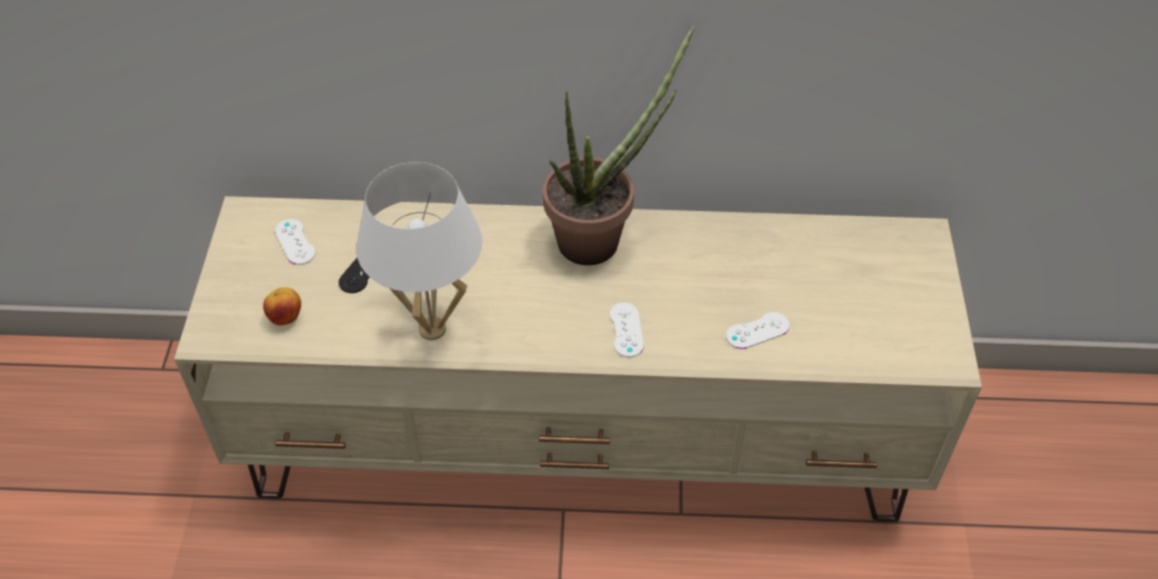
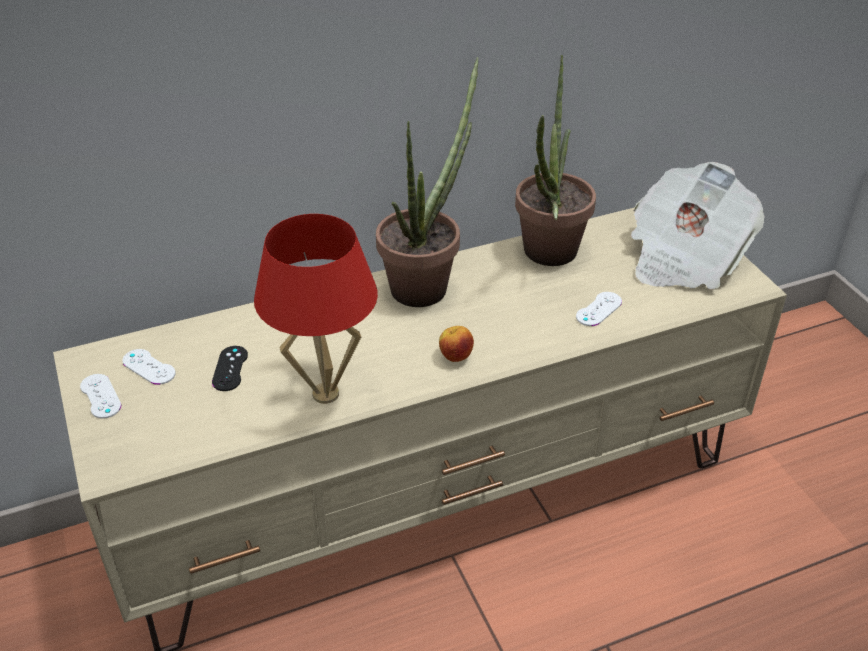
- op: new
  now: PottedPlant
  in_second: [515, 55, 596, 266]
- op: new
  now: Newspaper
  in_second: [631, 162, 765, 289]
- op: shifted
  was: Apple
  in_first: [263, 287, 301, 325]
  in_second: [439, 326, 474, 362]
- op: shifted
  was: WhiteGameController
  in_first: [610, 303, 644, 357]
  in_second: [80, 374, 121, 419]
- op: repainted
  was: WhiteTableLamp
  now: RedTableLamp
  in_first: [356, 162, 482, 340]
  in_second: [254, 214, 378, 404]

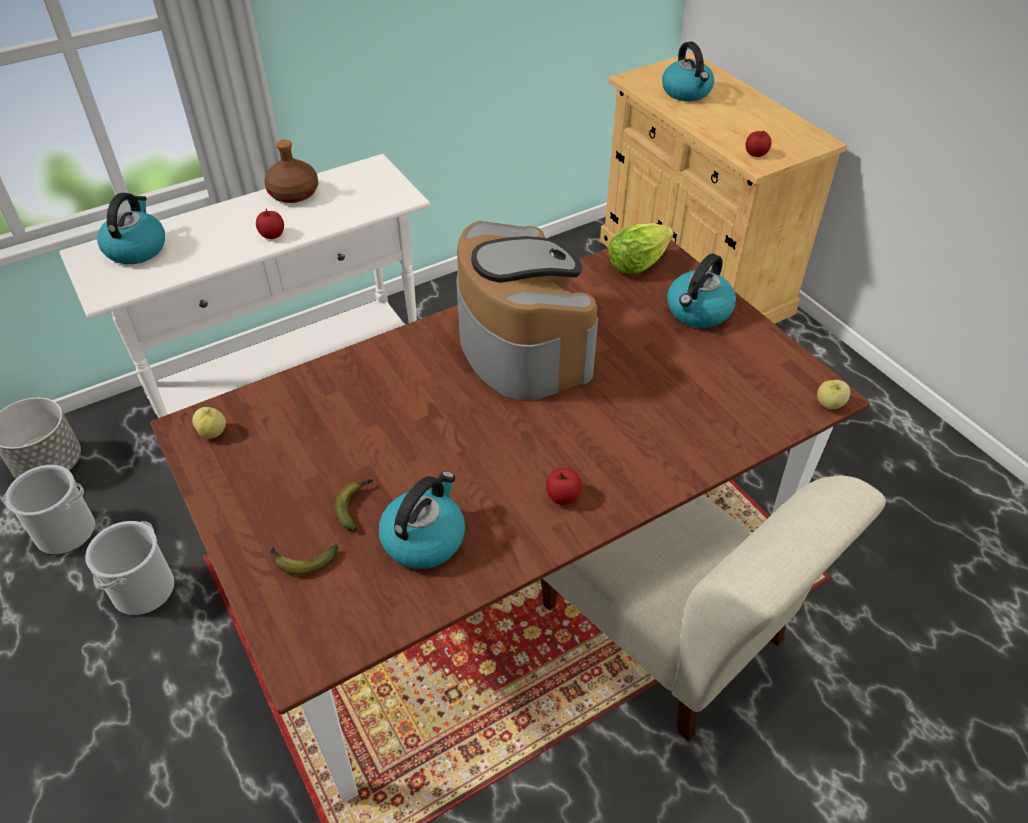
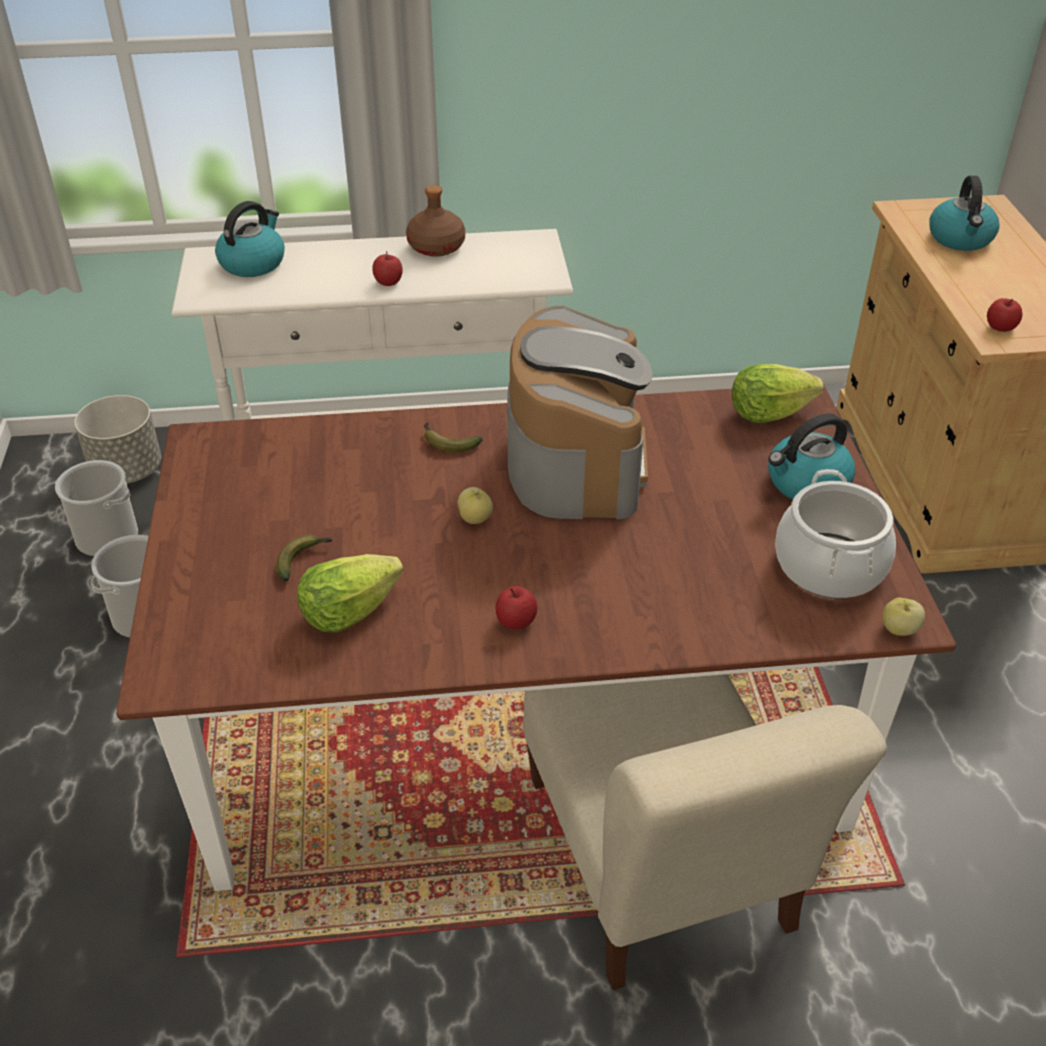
- op: new
  now: CookingPot
  in_second: [775, 469, 896, 598]
- op: shifted
  was: Apple
  in_first: [192, 407, 226, 439]
  in_second: [458, 487, 493, 524]
- op: shifted
  was: Banana
  in_first: [270, 545, 338, 575]
  in_second: [424, 423, 483, 452]
- op: swapped
  was: Kettle
  now: Lettuce
  in_first: [379, 471, 465, 569]
  in_second: [297, 554, 404, 633]

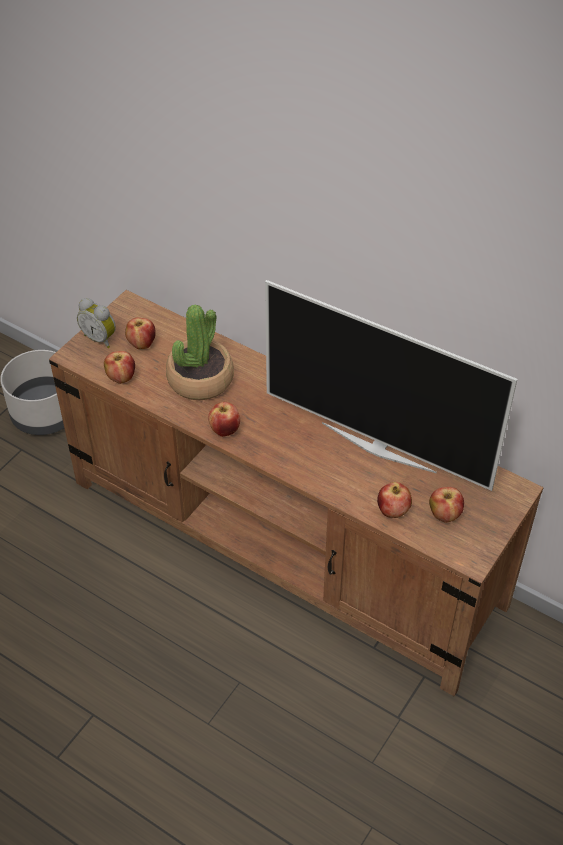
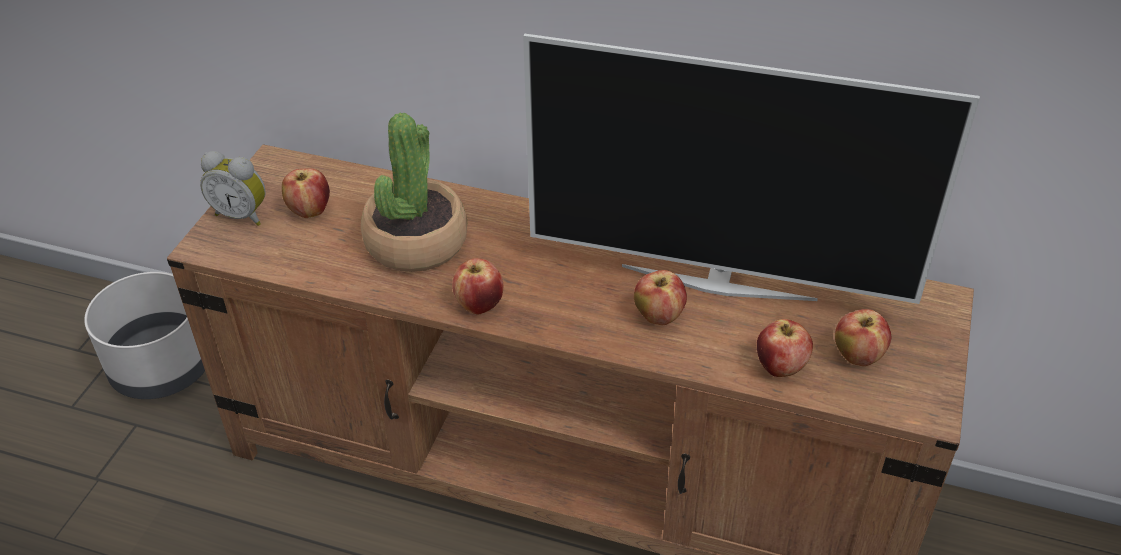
- op: shifted
  was: Apple
  in_first: [104, 351, 135, 384]
  in_second: [634, 270, 687, 325]

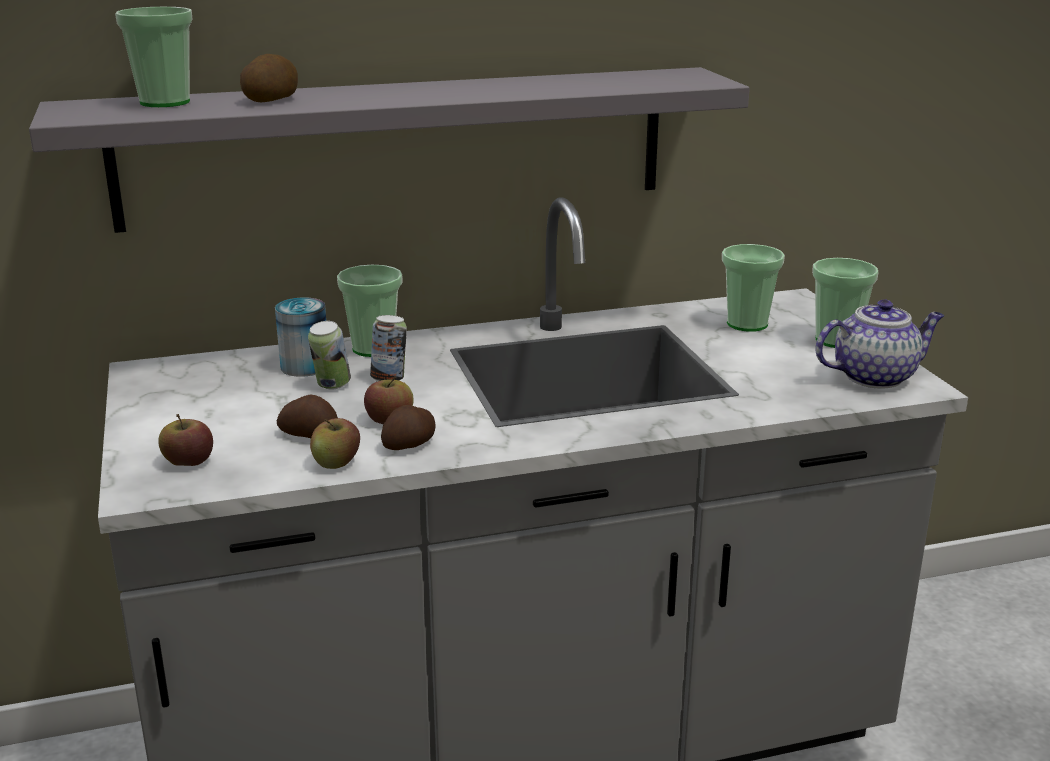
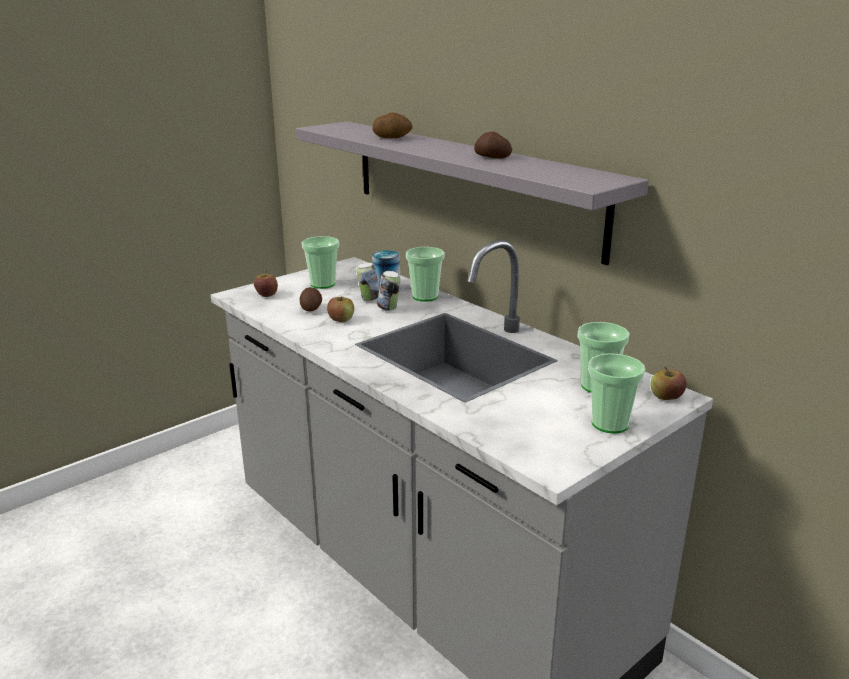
- op: gone
  was: Teapot
  in_first: [815, 299, 944, 389]
- op: shifted
  was: Cup
  in_first: [115, 7, 192, 107]
  in_second: [302, 236, 339, 289]
- op: shifted
  was: Apple
  in_first: [310, 418, 360, 469]
  in_second: [650, 367, 686, 400]
- op: shifted
  was: Potato
  in_first: [381, 405, 436, 450]
  in_second: [474, 132, 512, 159]

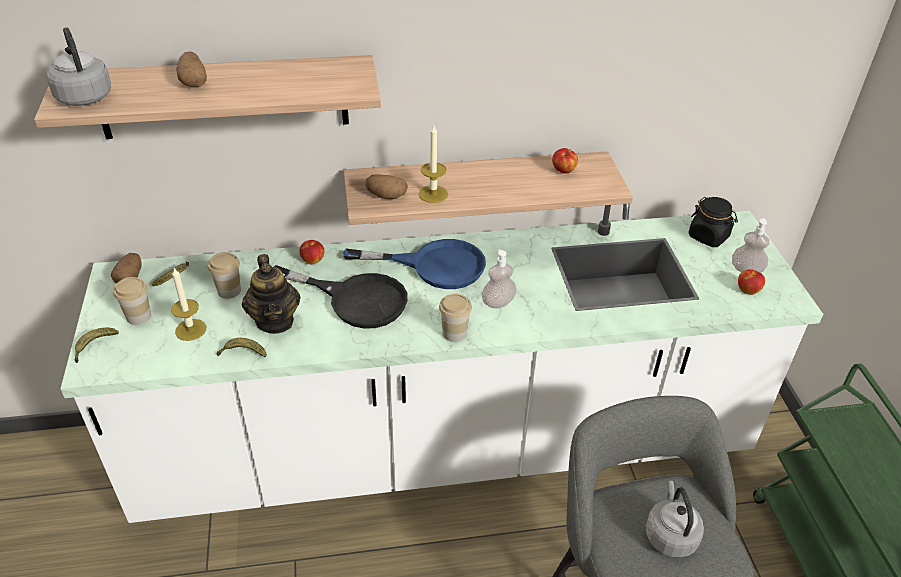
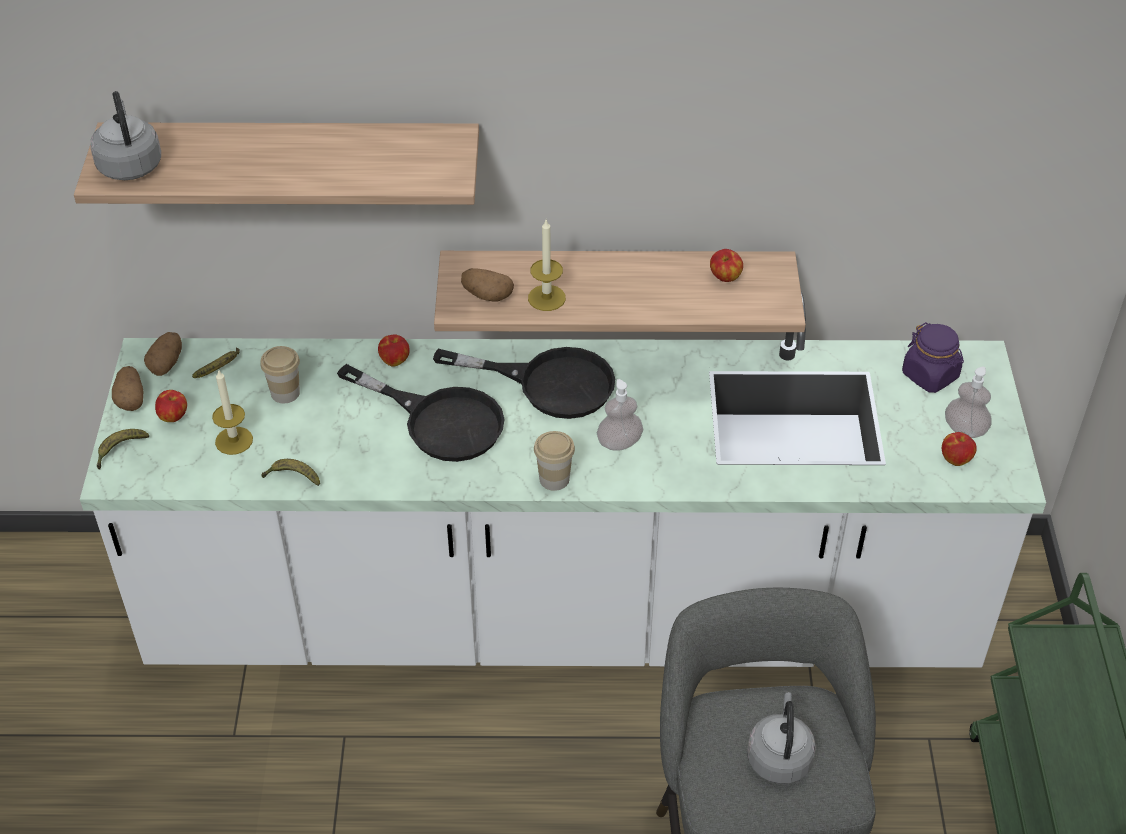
- op: gone
  was: Teapot
  in_first: [242, 254, 301, 334]
- op: shifted
  was: Potato
  in_first: [176, 51, 207, 87]
  in_second: [112, 366, 143, 411]
- op: swapped
  was: Cup
  now: Apple
  in_first: [113, 277, 151, 325]
  in_second: [155, 390, 187, 422]
- op: repainted
  was: BlueFryingPan
  now: BlackFryingPan
  in_first: [343, 239, 486, 289]
  in_second: [433, 347, 615, 419]
- op: repainted
  was: BlackJar
  now: PurpleJar
  in_first: [688, 197, 738, 247]
  in_second: [902, 322, 964, 393]

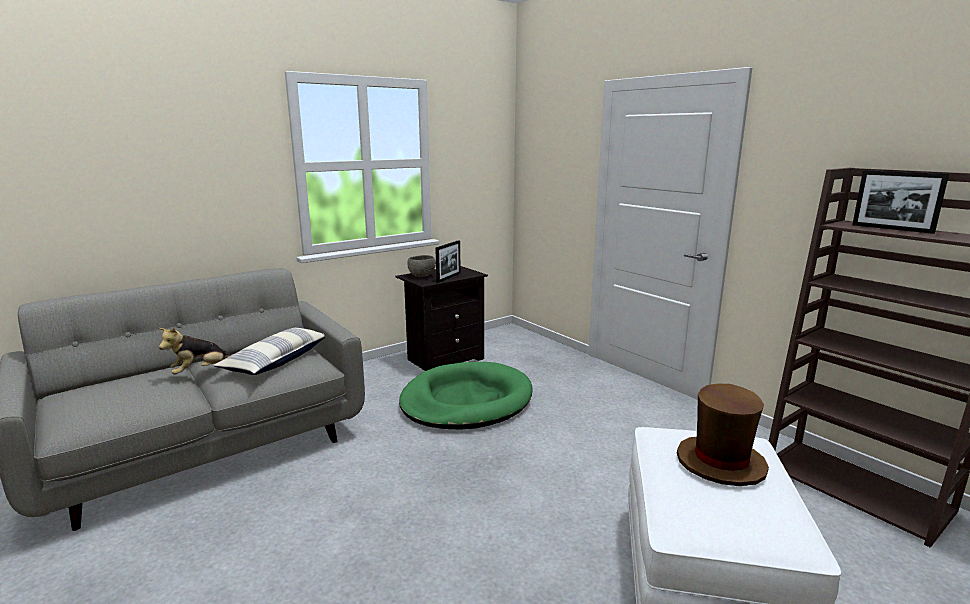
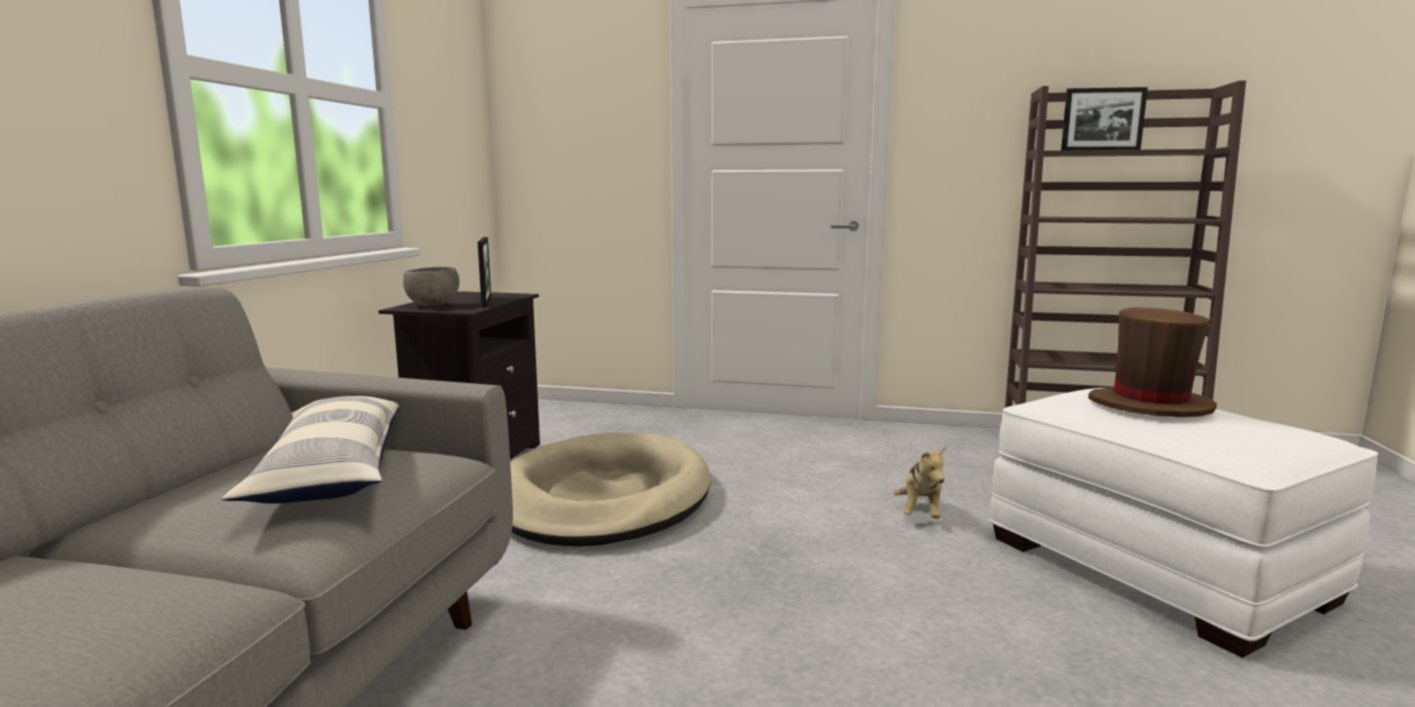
- op: shifted
  was: PlushToy
  in_first: [159, 327, 231, 375]
  in_second: [893, 446, 946, 519]
- op: repainted
  was: GreenDogBed
  now: BeigeDogBed
  in_first: [399, 362, 533, 430]
  in_second: [510, 433, 711, 547]

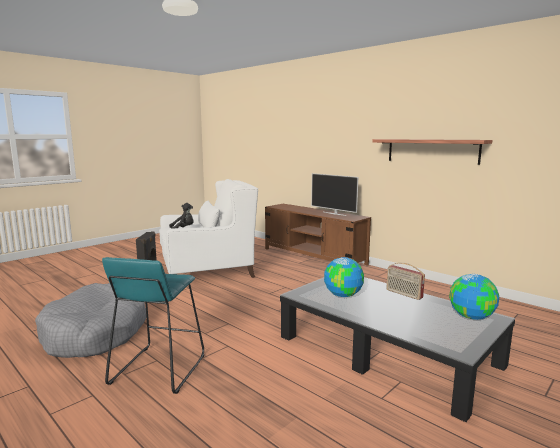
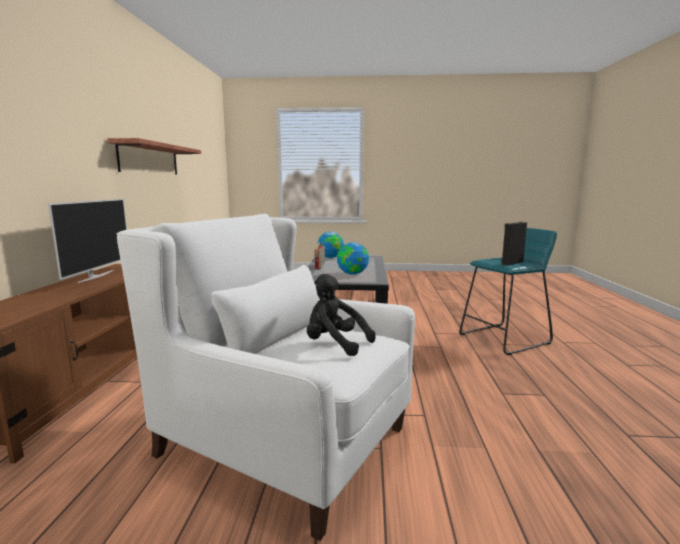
- op: gone
  was: GreyDogBed
  in_first: [35, 283, 146, 358]

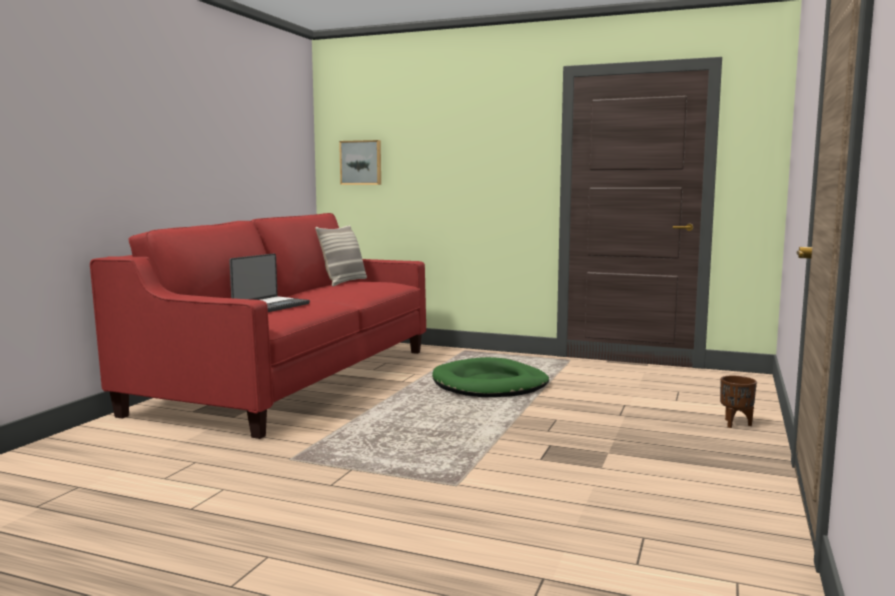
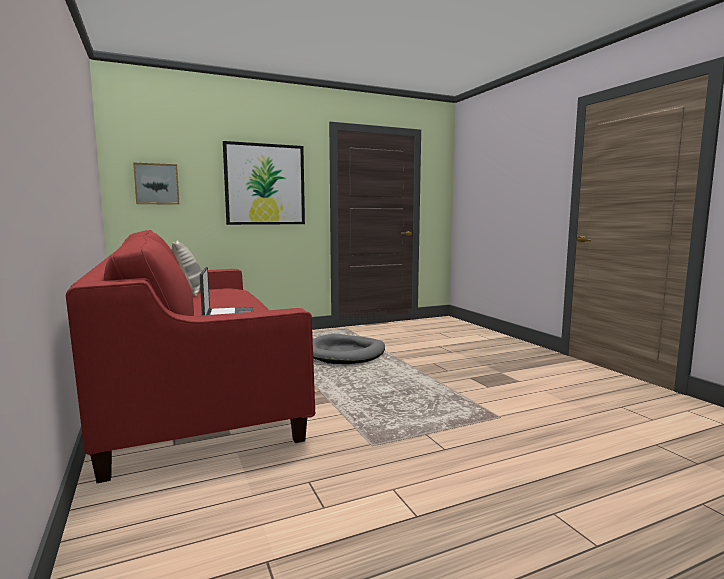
- op: gone
  was: BrownPlanter
  in_first: [720, 376, 757, 428]
- op: new
  now: Picture
  in_second: [223, 141, 305, 225]
- op: repainted
  was: GreenDogBed
  now: GreyDogBed
  in_first: [432, 357, 549, 397]
  in_second: [313, 334, 385, 364]

